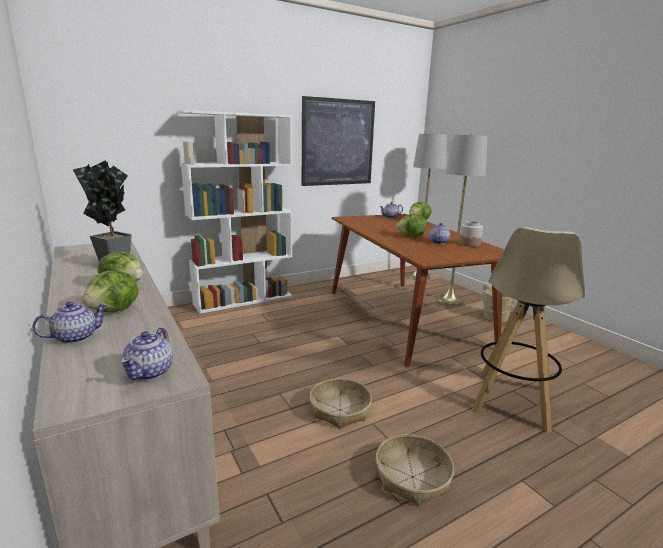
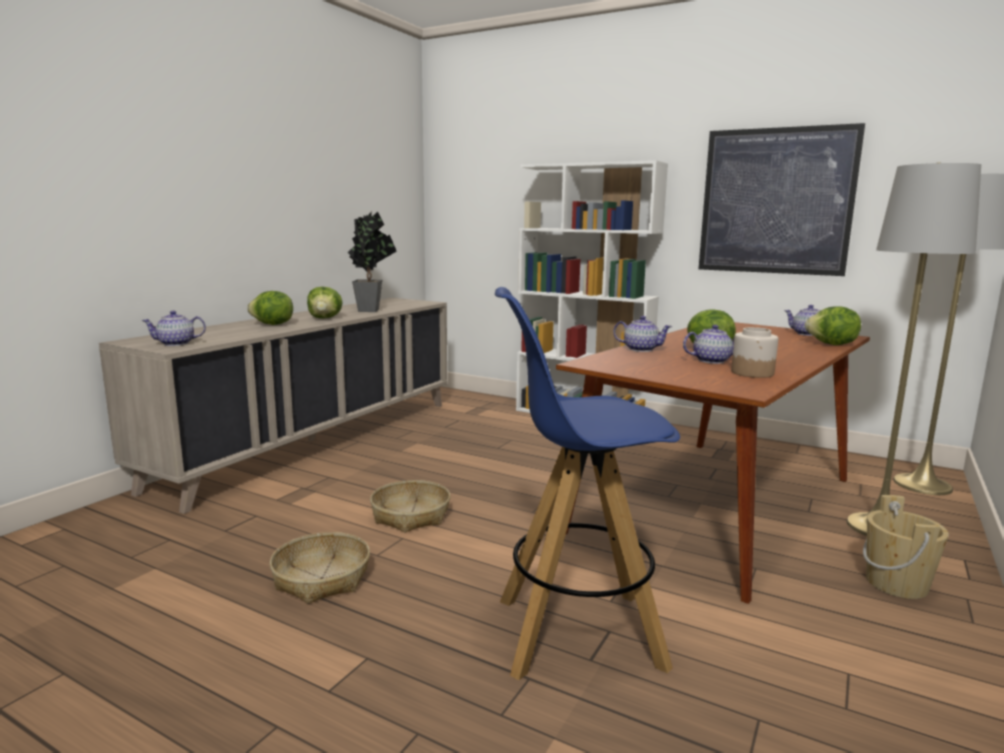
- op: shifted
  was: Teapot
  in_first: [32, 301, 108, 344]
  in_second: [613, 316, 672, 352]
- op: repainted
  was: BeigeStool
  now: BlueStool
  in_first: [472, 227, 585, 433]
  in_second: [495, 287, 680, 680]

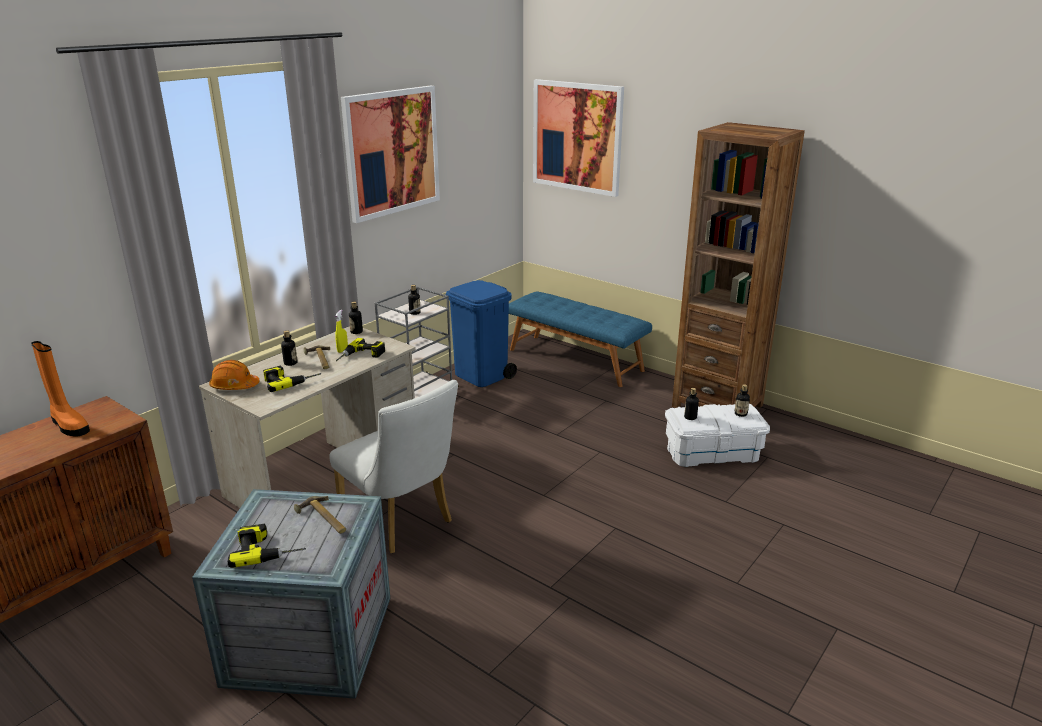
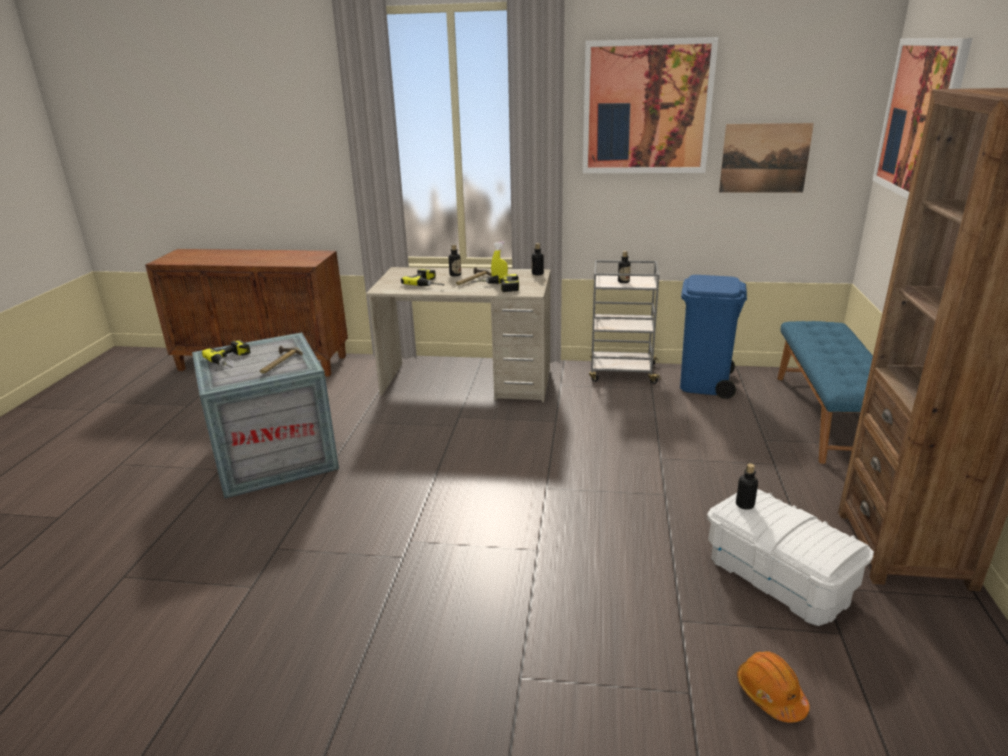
- op: gone
  was: OrangeBoot
  in_first: [31, 341, 90, 437]
- op: gone
  was: WhiteChair
  in_first: [329, 380, 458, 553]
- op: gone
  was: Bottle
  in_first: [735, 384, 750, 417]
- op: new
  now: Picture
  in_second: [719, 123, 814, 192]
- op: shifted
  was: OrangeHardHat
  in_first: [209, 360, 260, 390]
  in_second: [737, 651, 810, 722]

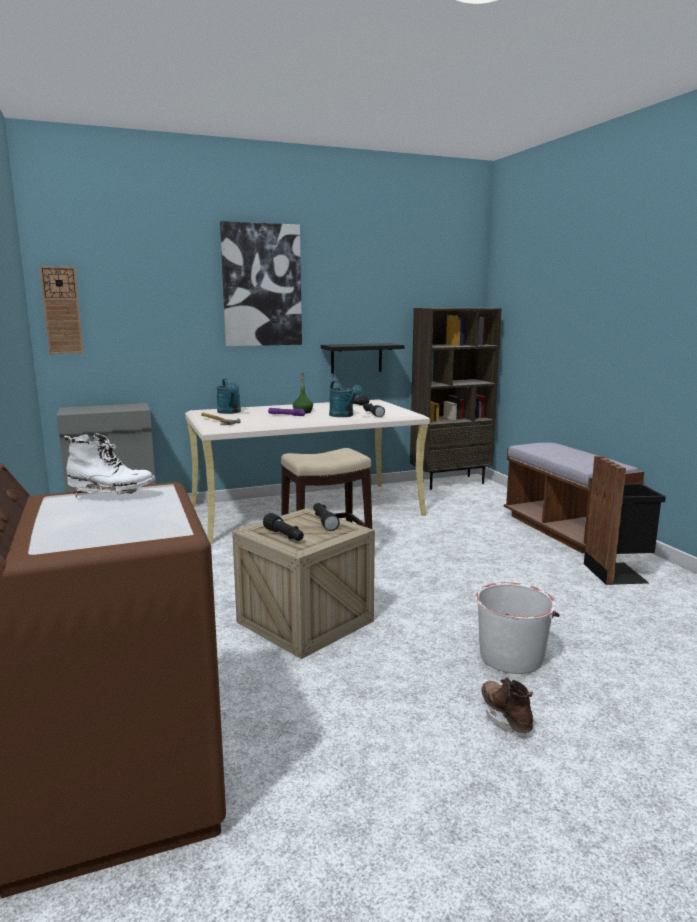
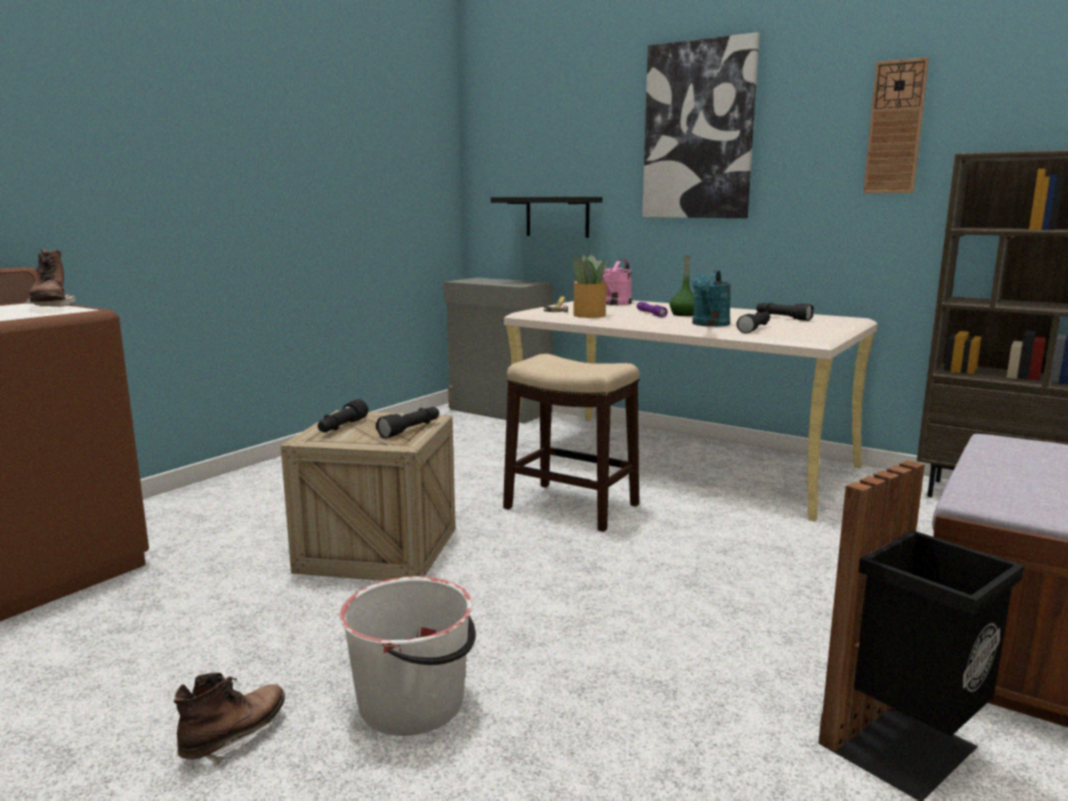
- op: new
  now: PottedPlant
  in_second: [573, 255, 608, 318]
- op: shifted
  was: WallClock
  in_first: [40, 266, 84, 354]
  in_second: [863, 57, 929, 193]
- op: shifted
  was: BlackShelf
  in_first: [321, 343, 404, 374]
  in_second: [491, 197, 602, 238]
- op: repainted
  was: WhiteBoot
  now: BrownBoot
  in_first: [64, 433, 155, 498]
  in_second: [25, 249, 75, 307]
- op: repainted
  was: TurquoiseWateringCan
  now: PinkWateringCan
  in_first: [216, 378, 241, 414]
  in_second: [596, 259, 632, 305]

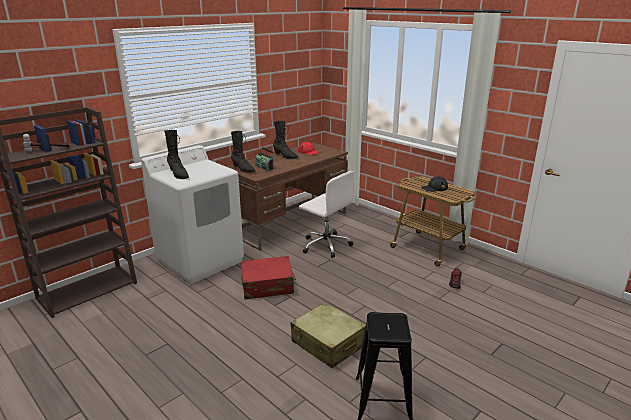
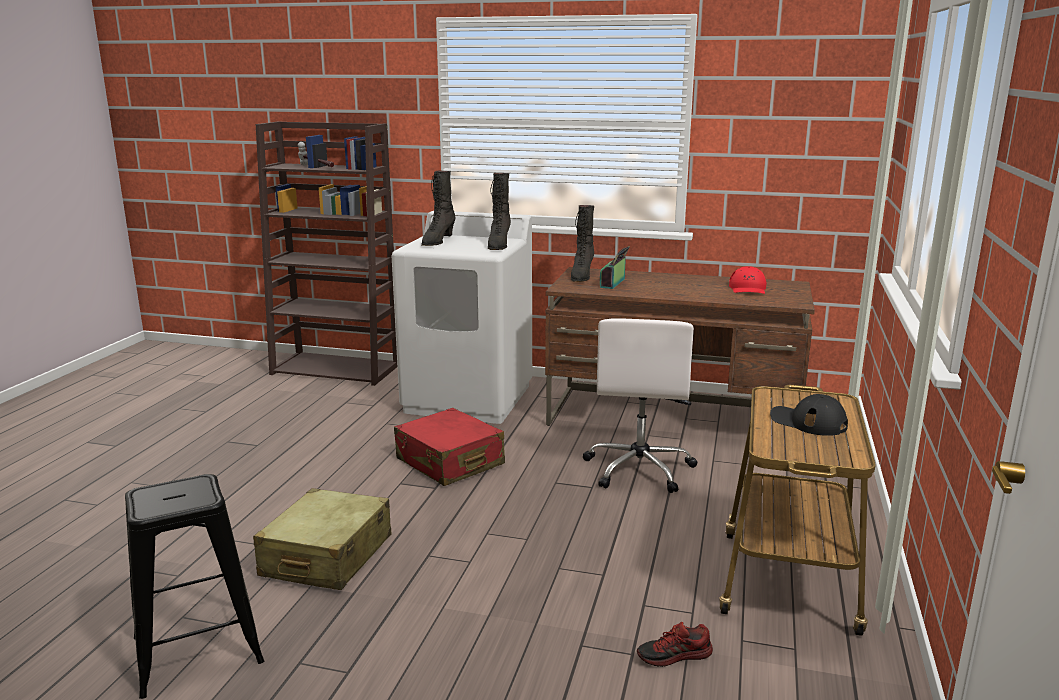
- op: shifted
  was: BlackBoot
  in_first: [273, 121, 298, 159]
  in_second: [488, 173, 511, 250]

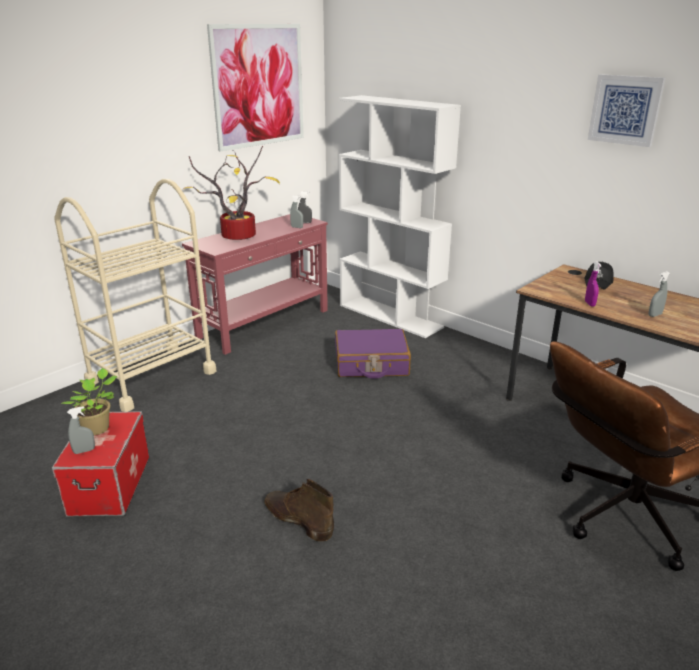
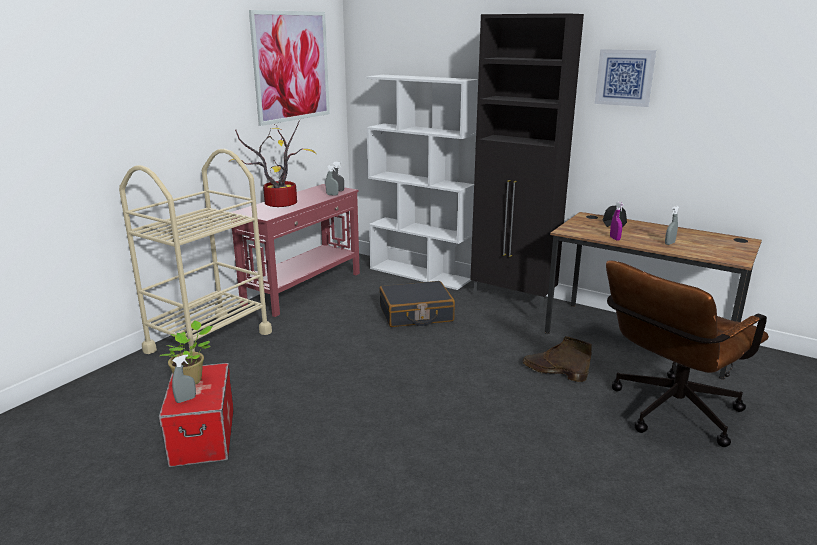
- op: new
  now: BlackCabinet
  in_second: [470, 13, 584, 313]
- op: shifted
  was: BrownBoot
  in_first: [264, 479, 334, 541]
  in_second: [523, 336, 592, 382]
- op: repainted
  was: PurpleSuitcase
  now: BlackSuitcase
  in_first: [335, 329, 411, 379]
  in_second: [379, 281, 455, 327]

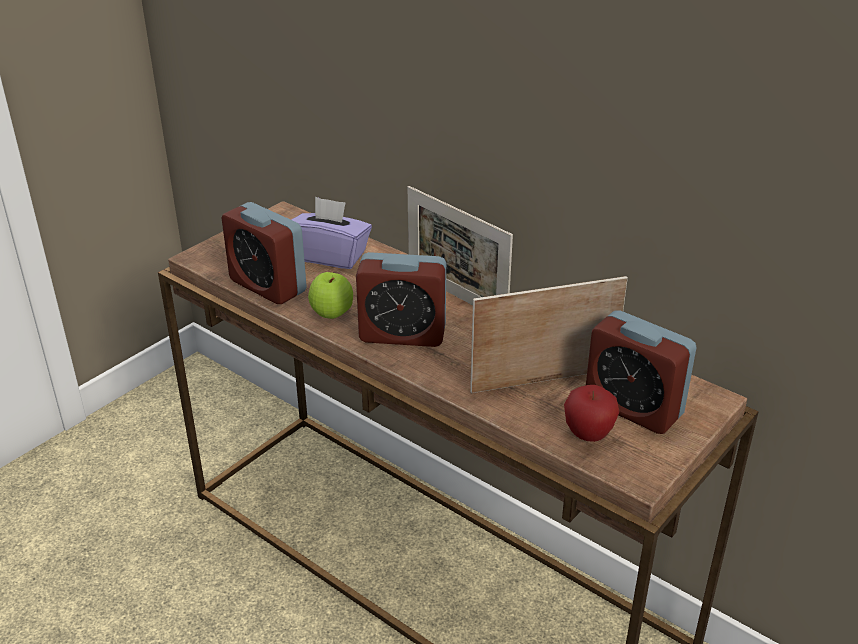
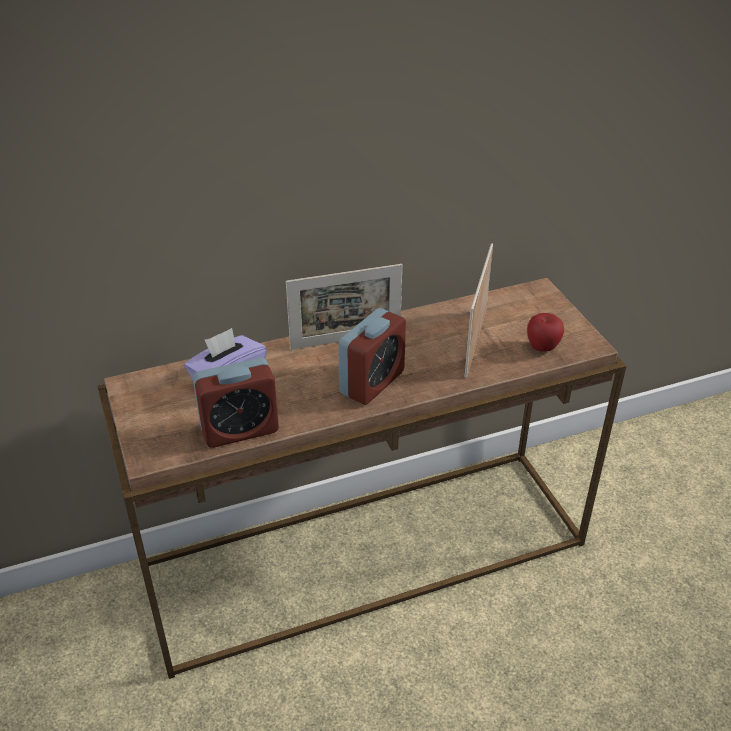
- op: gone
  was: Apple
  in_first: [308, 272, 353, 319]
- op: gone
  was: AlarmClock
  in_first: [586, 310, 696, 434]

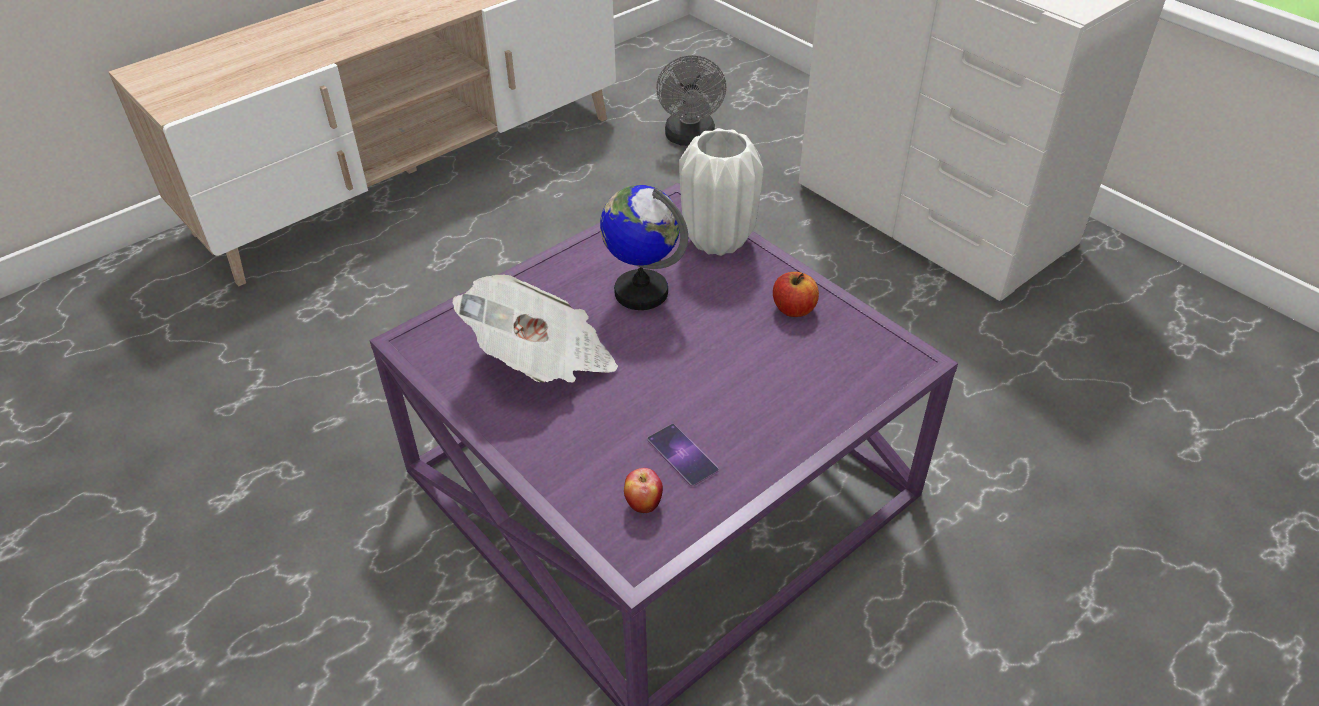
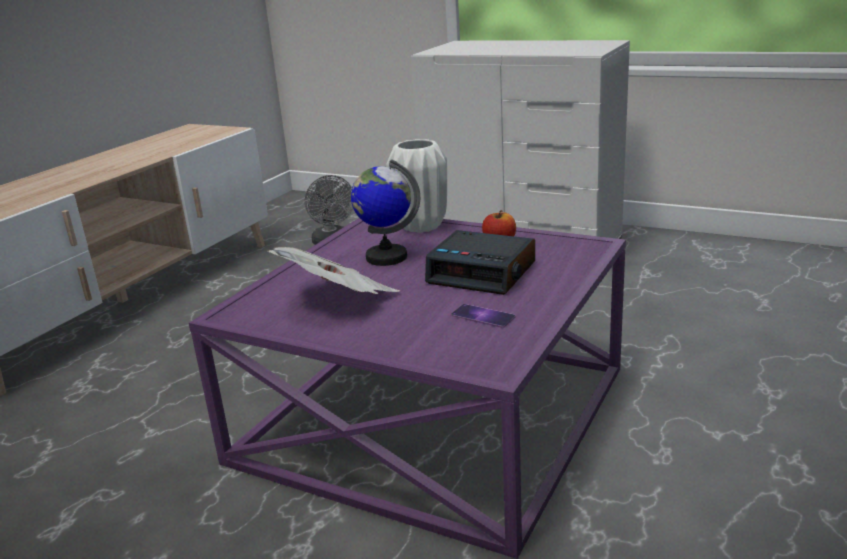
- op: gone
  was: Apple
  in_first: [624, 468, 663, 513]
- op: new
  now: AlarmClock
  in_second: [425, 230, 535, 295]

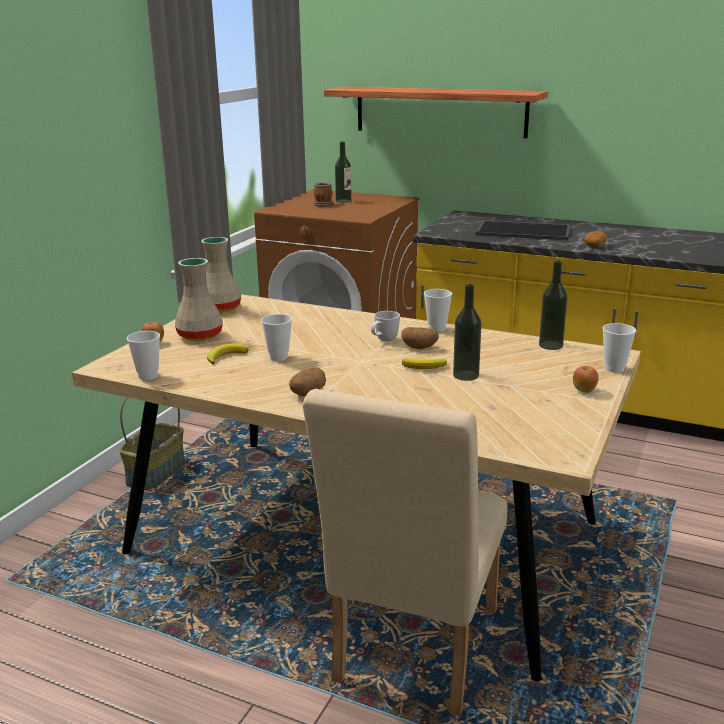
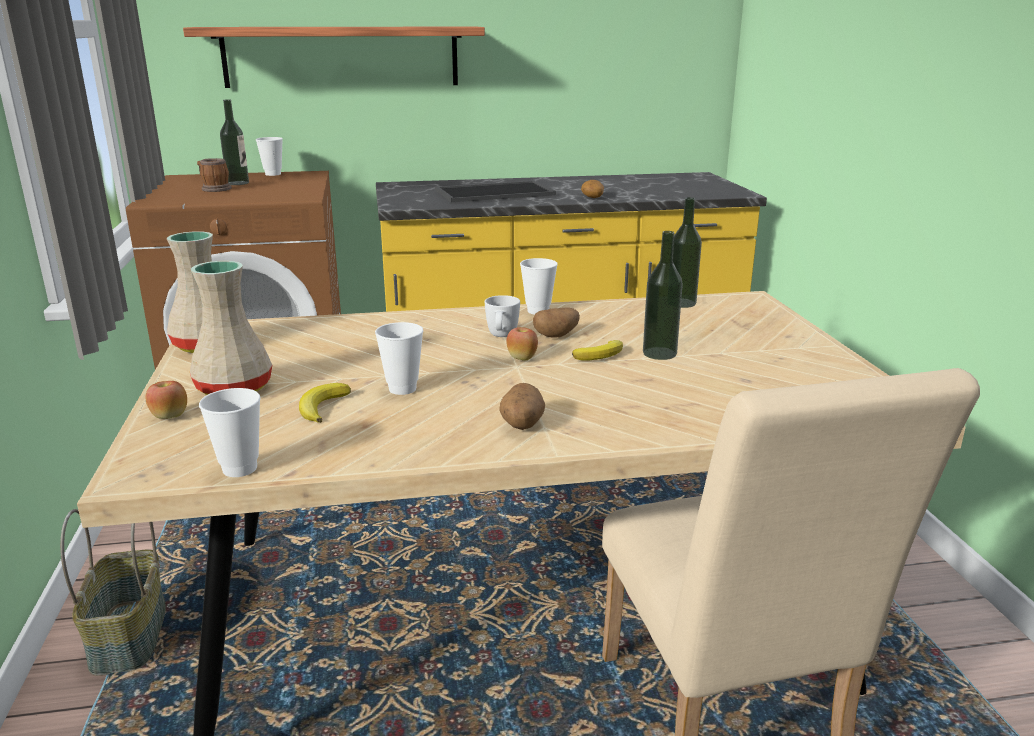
- op: shifted
  was: Apple
  in_first: [573, 366, 599, 393]
  in_second: [506, 327, 538, 361]
- op: shifted
  was: Cup
  in_first: [602, 323, 636, 373]
  in_second: [256, 137, 283, 176]

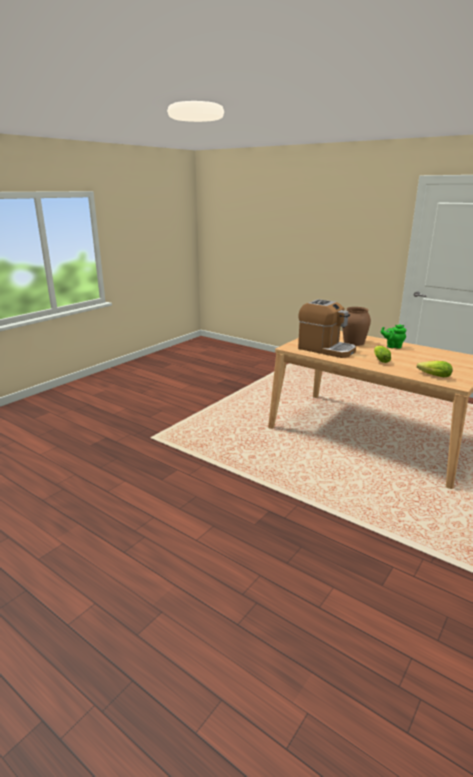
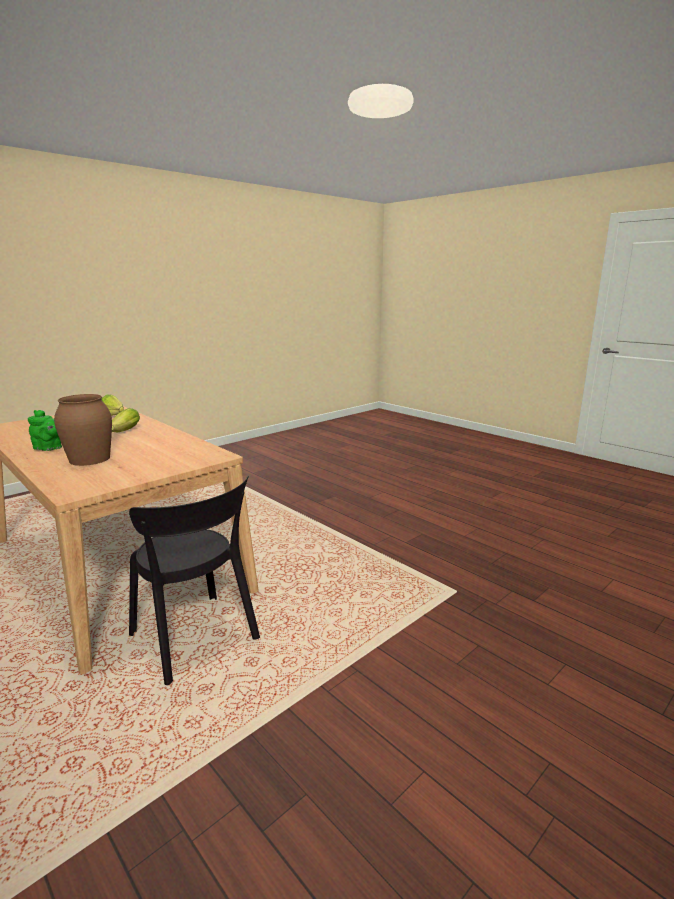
- op: gone
  was: CoffeeMachine
  in_first: [298, 299, 356, 358]
- op: new
  now: BlackChair
  in_second: [129, 476, 260, 685]

